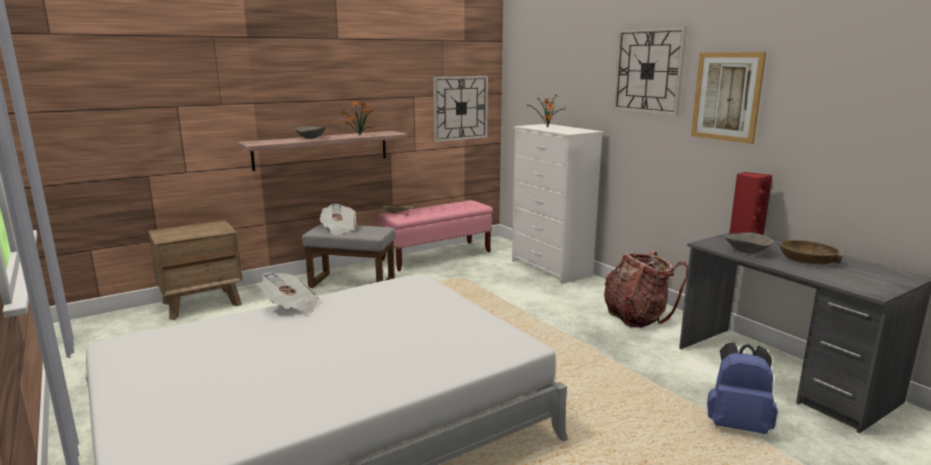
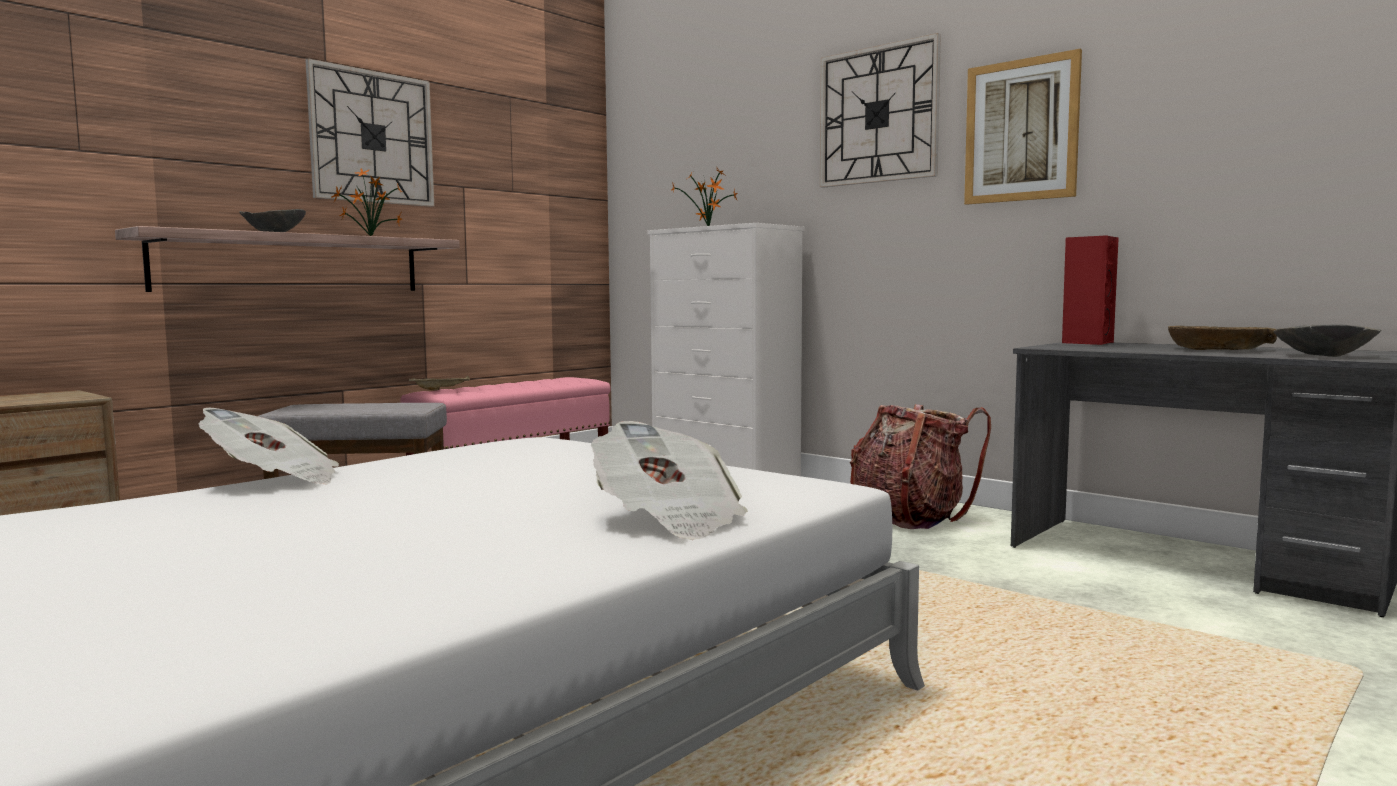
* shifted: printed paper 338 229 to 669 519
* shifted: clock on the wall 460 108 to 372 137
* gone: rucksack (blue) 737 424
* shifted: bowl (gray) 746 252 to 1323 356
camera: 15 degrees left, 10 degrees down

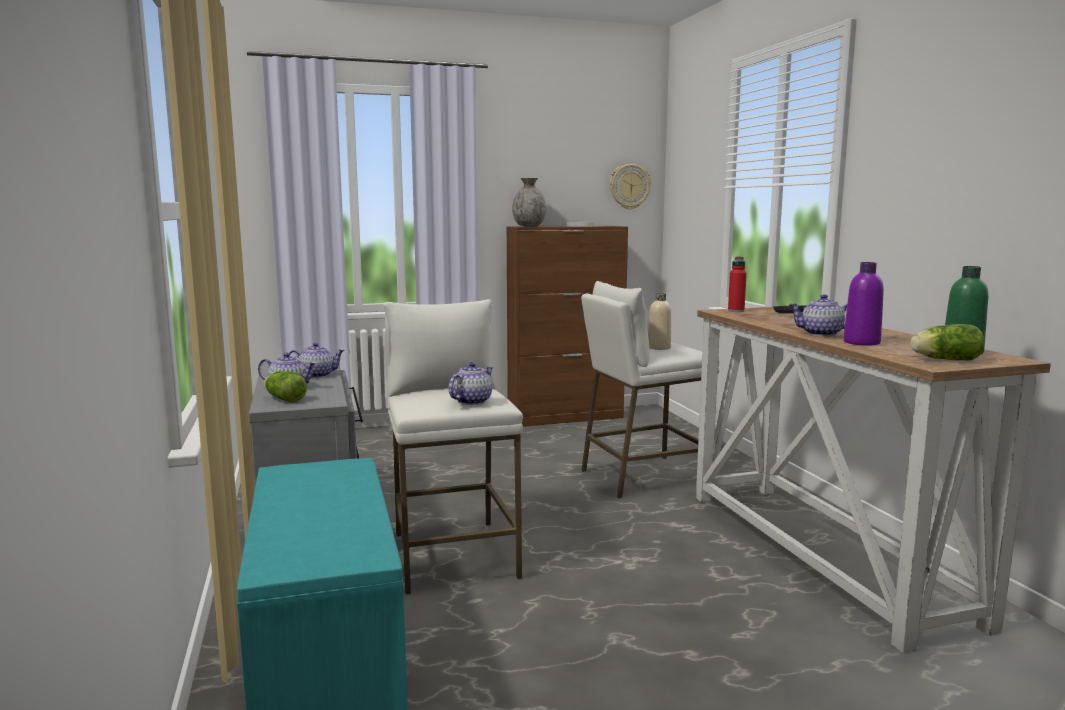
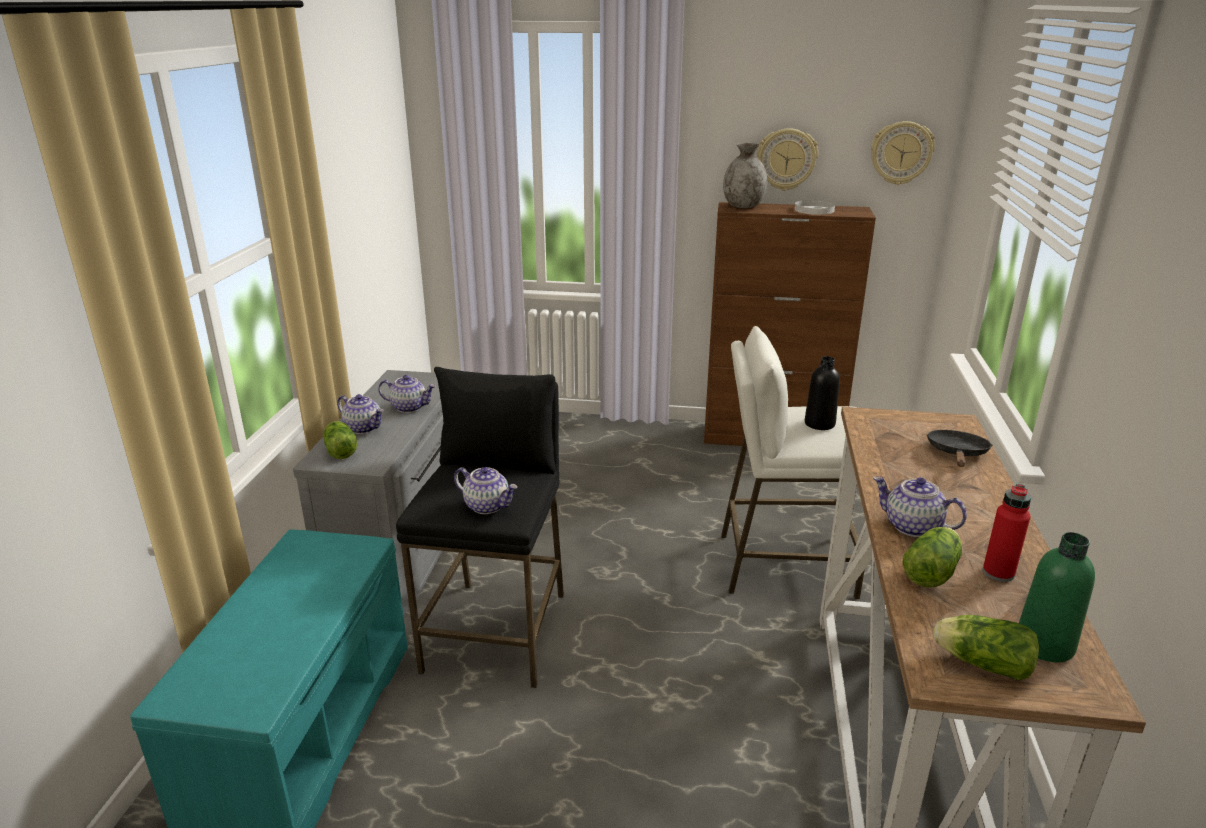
* repainted: stool seat (whitish) 453 555 to stool seat (blackish) 497 631
* rotated: pot for tea 471 401 = 487 506 60 degrees clockwise
* repainted: beverage bottle (beige-coloured) 659 348 to beverage bottle (blackish) 819 424
* shifted: beverage bottle (reddish) 736 311 to 998 573
* swapped: beverage bottle (purplish) 861 342 to lettuce head 932 570
* new: clock on the wall 786 159
camera: 25 degrees right, 15 degrees up

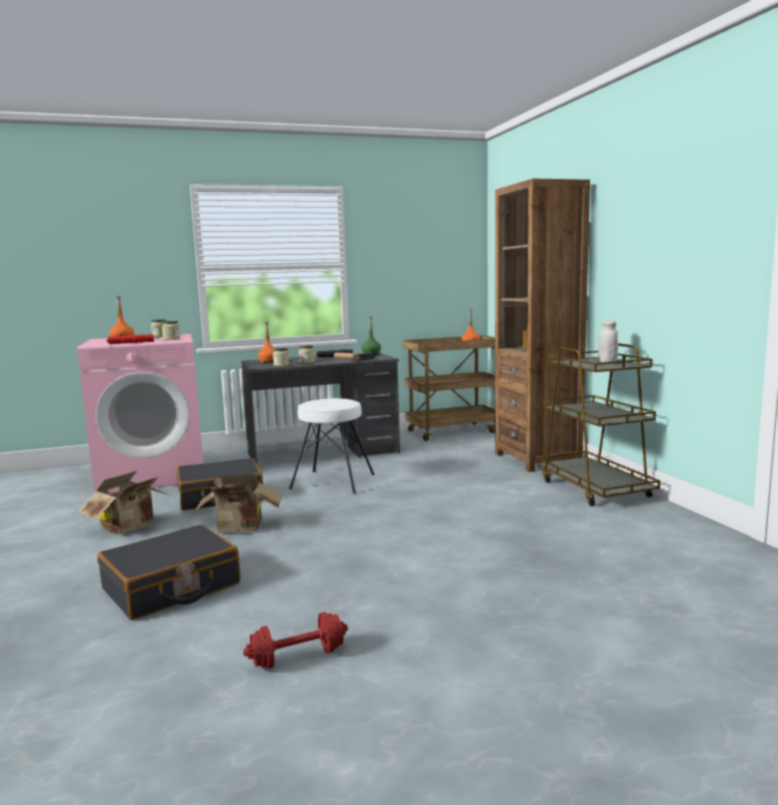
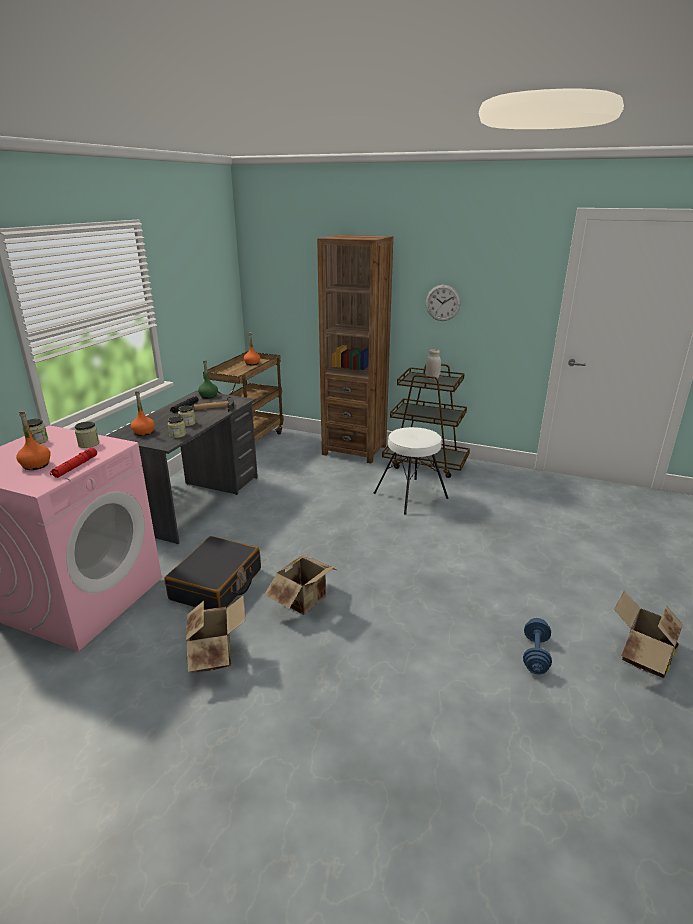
* gone: piece of luggage (blackish) 171 587
* repainted: hand weight (reddish) 298 657 to hand weight (blue) 535 654
* shifted: stool seat (whitish) 332 482 to 411 496
* new: clock on the wall 443 303
* new: cardboard box 641 657
camera: 50 degrees left, 15 degrees up

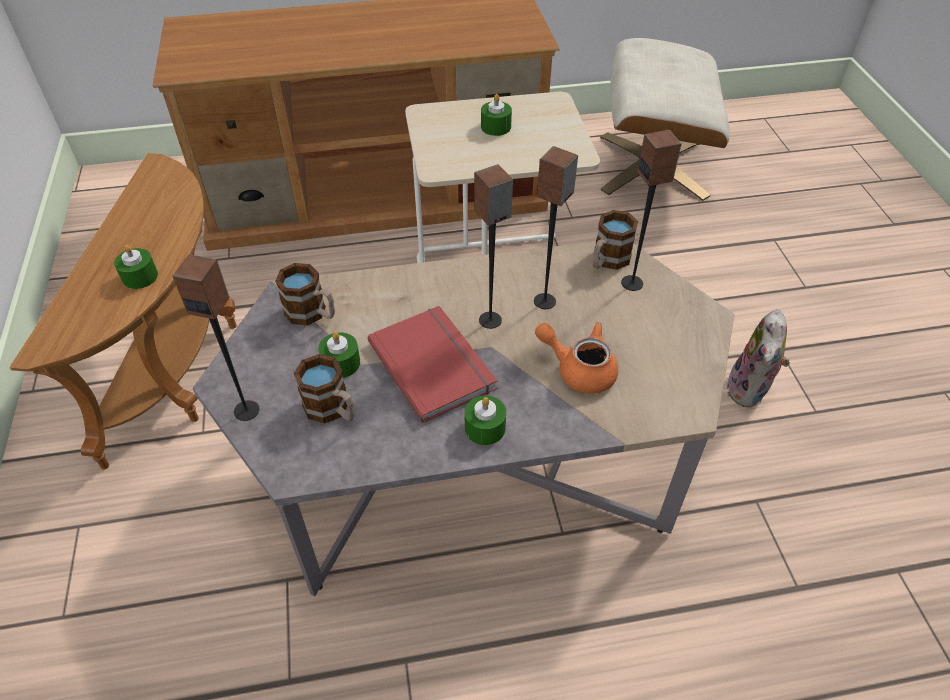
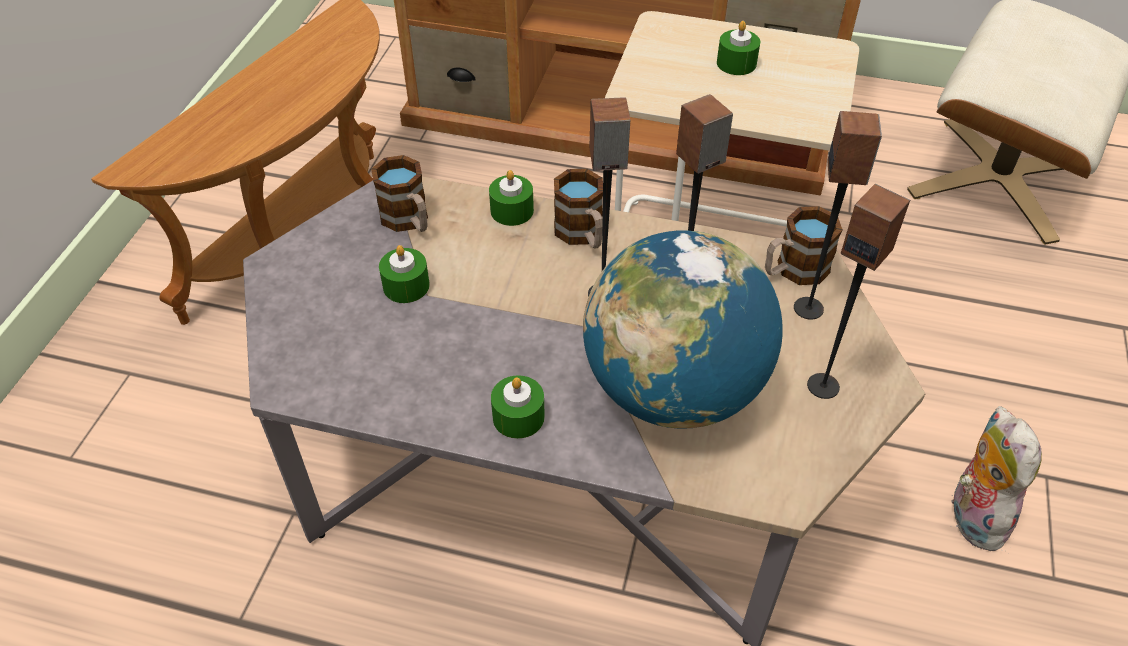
* shifted: wax light (green) 140 276 to 512 211
* shifted: loudspeaker 247 410 to 823 385
* shifted: mug 332 410 to 582 235
* gone: book (reddish) 434 363
* swapped: pot for tea (orange-coloured) 579 369 to desk globe 673 390
* rotated: cuddly toy 750 391 = 971 514 135 degrees clockwise
camera: 25 degrees right, 0 degrees up

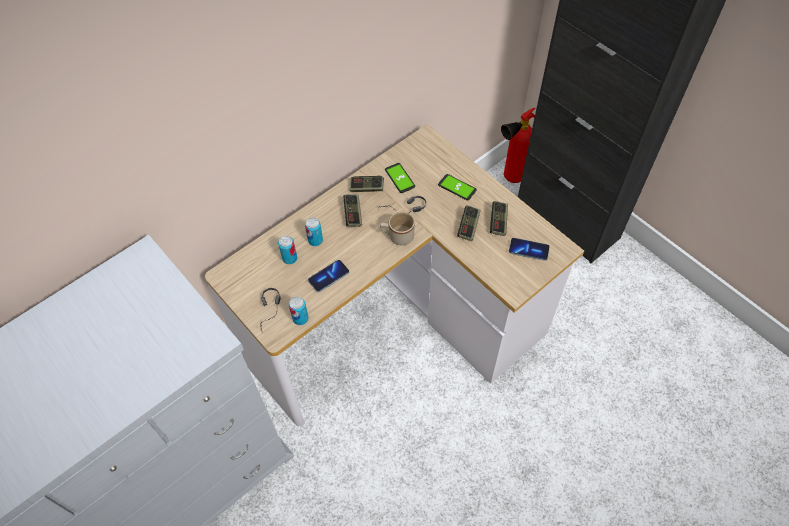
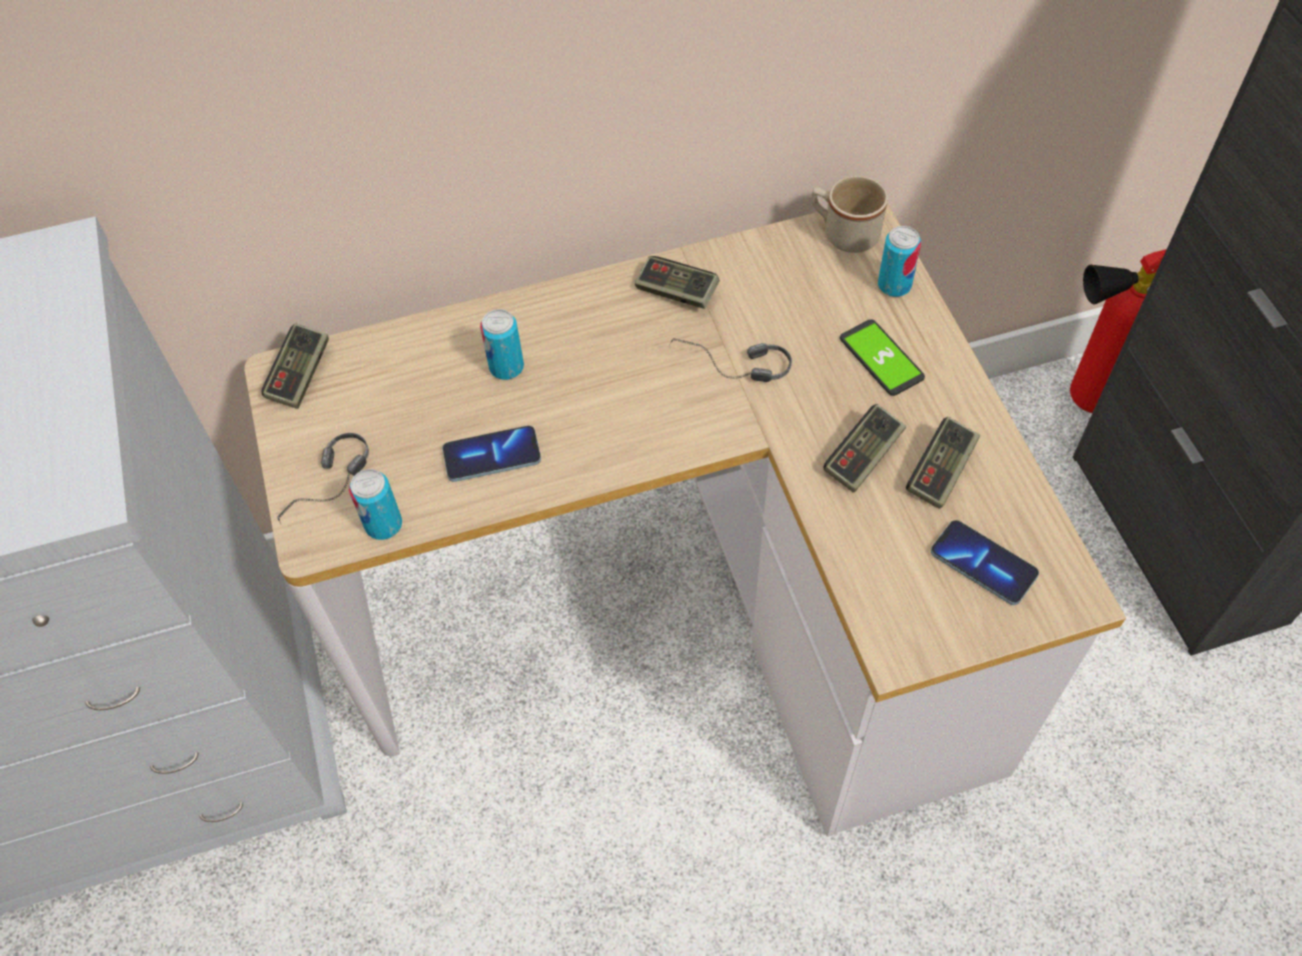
* shifted: can 290 258 to 894 285
* shifted: joypad 353 214 to 300 375
* shifted: mug (beige-coloured) 397 236 to 843 233
* gone: telephone 399 178
camera: 25 degrees right, 0 degrees up

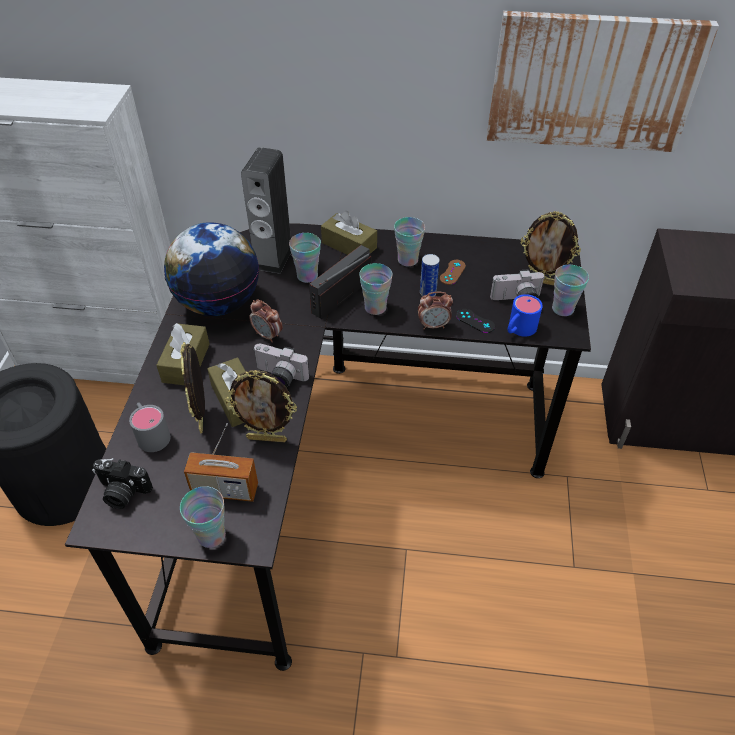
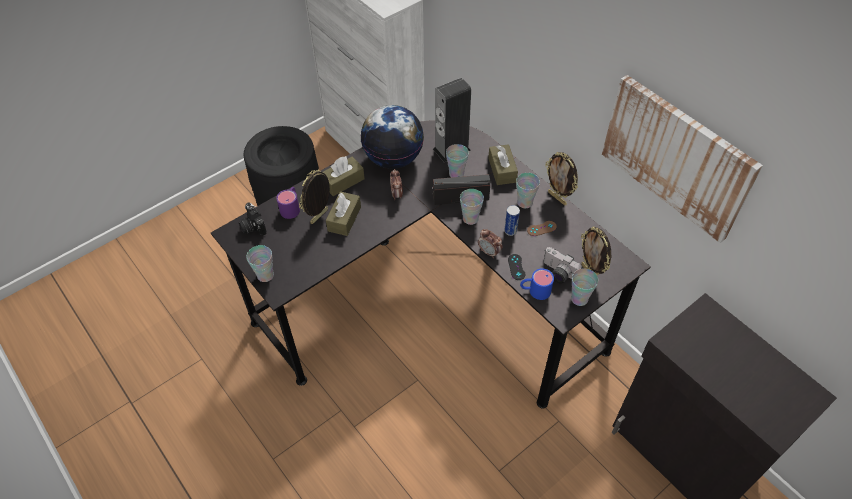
* repainted: mug (gray) 151 433 to mug (purplish) 291 207
* gone: radio 225 490
* shifted: photo frame 267 438 to 557 198
* gone: photo camera 279 377
camera: 45 degrees right, 5 degrees up

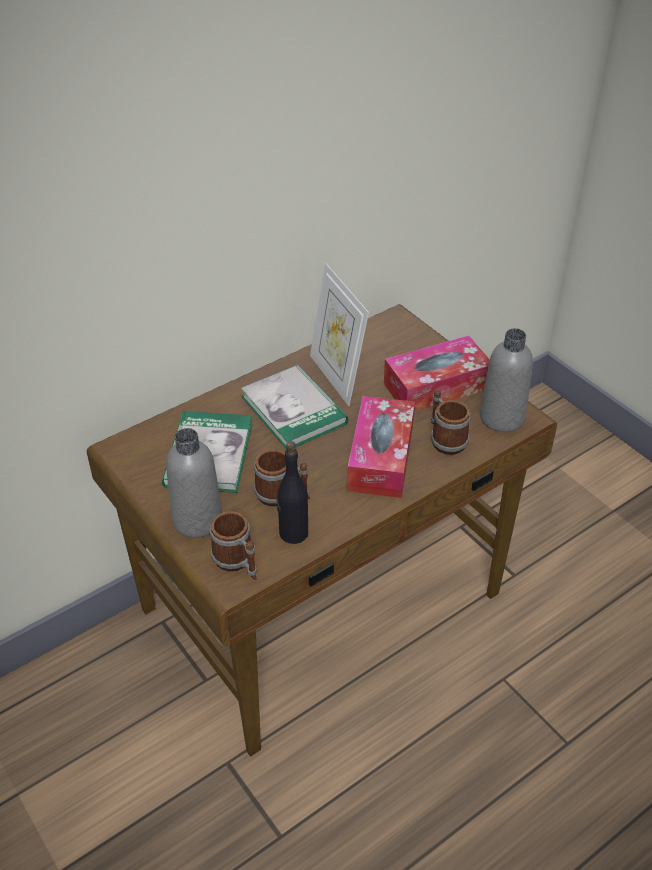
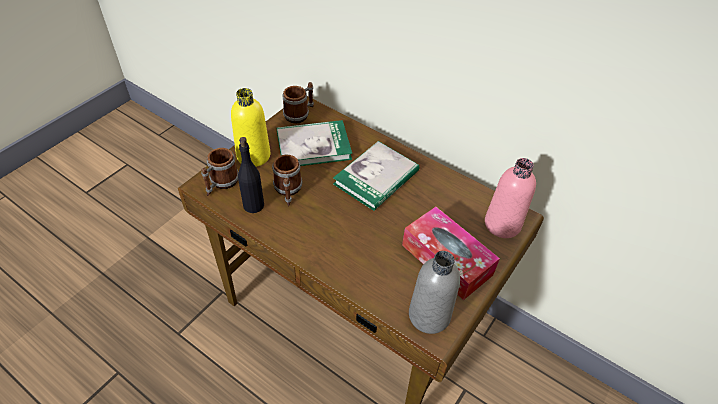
* repainted: beverage bottle (gray) 197 519 to beverage bottle (yellow-coloured) 253 155
* gone: photo frame 337 377
* gone: box of tissues 381 458
* shifted: mug 445 438 to 300 114
* new: beverage bottle (pink) 502 224
camera: 70 degrees right, 5 degrees up

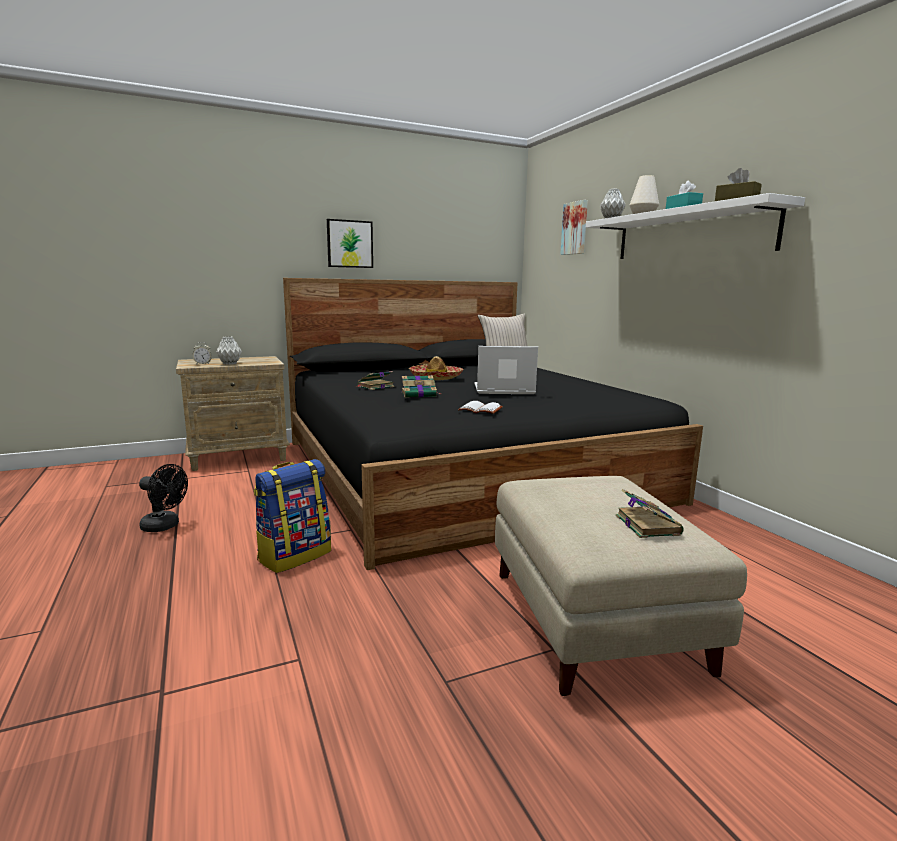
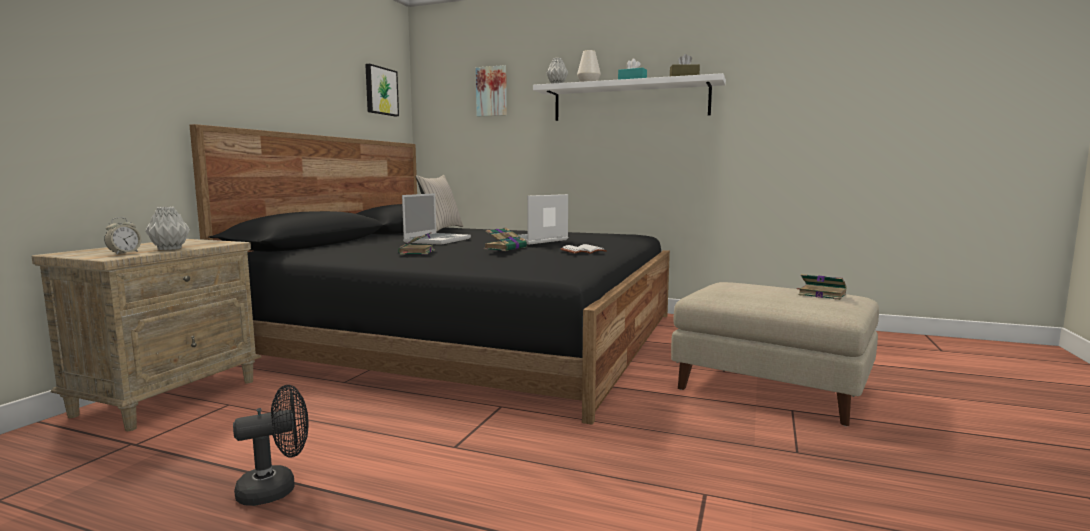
* gone: rucksack 294 555
* shifted: picture 349 244 to 380 91
* swapped: clothing hat 436 377 to portable computer 437 240
camera: 45 degrees left, 5 degrees down

